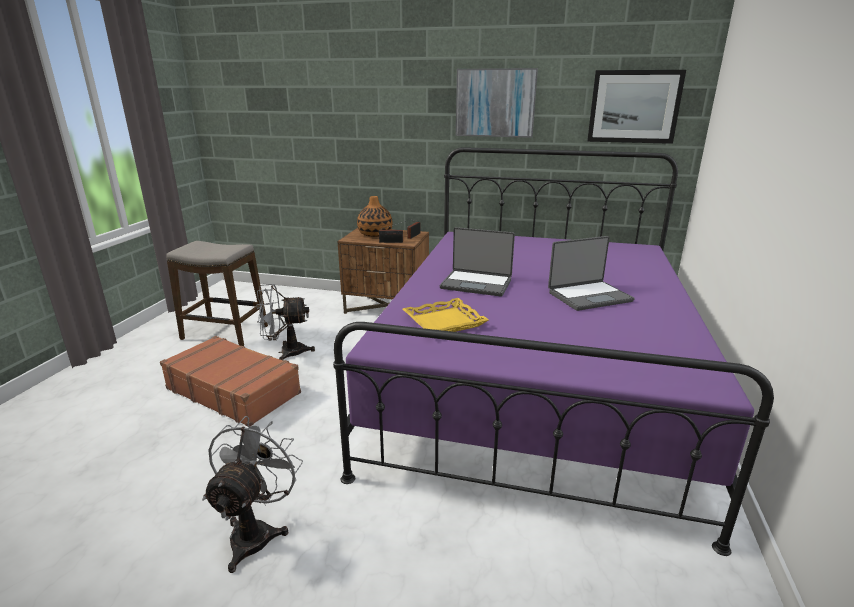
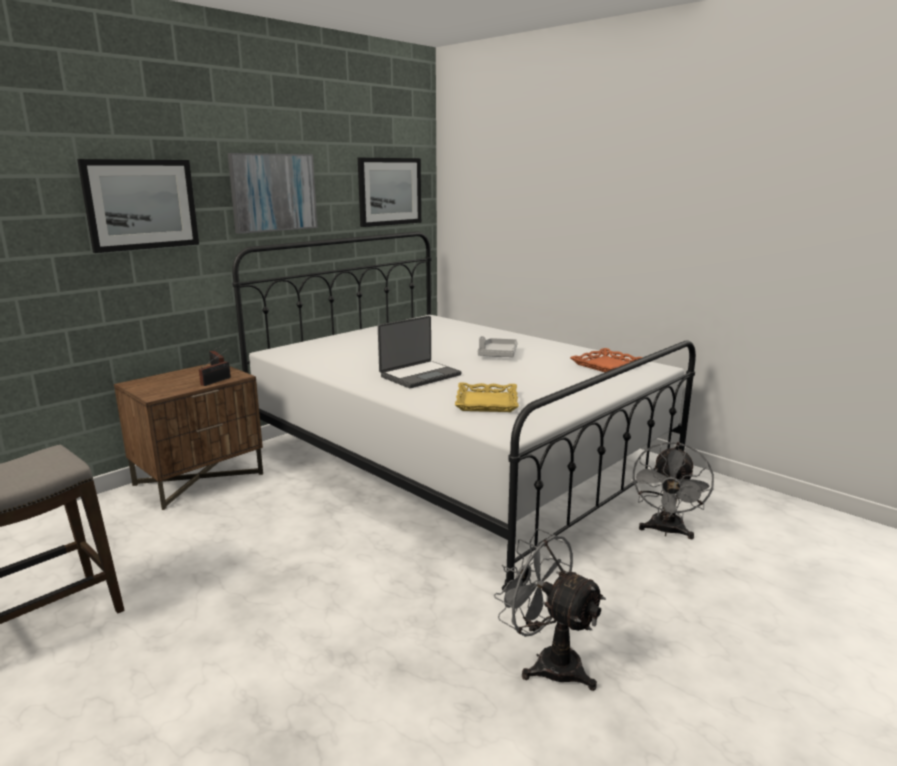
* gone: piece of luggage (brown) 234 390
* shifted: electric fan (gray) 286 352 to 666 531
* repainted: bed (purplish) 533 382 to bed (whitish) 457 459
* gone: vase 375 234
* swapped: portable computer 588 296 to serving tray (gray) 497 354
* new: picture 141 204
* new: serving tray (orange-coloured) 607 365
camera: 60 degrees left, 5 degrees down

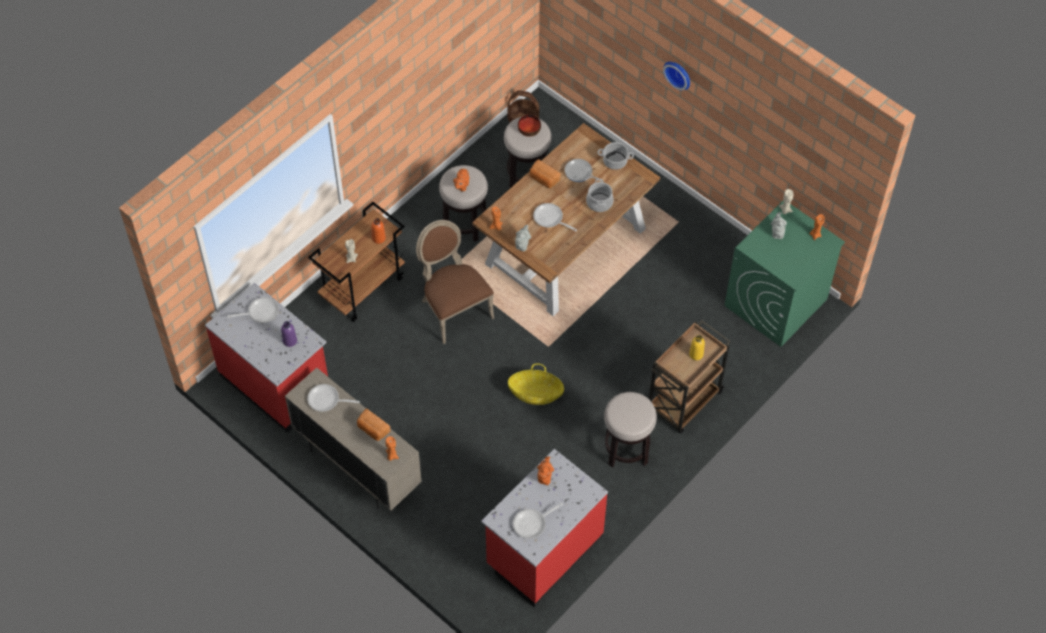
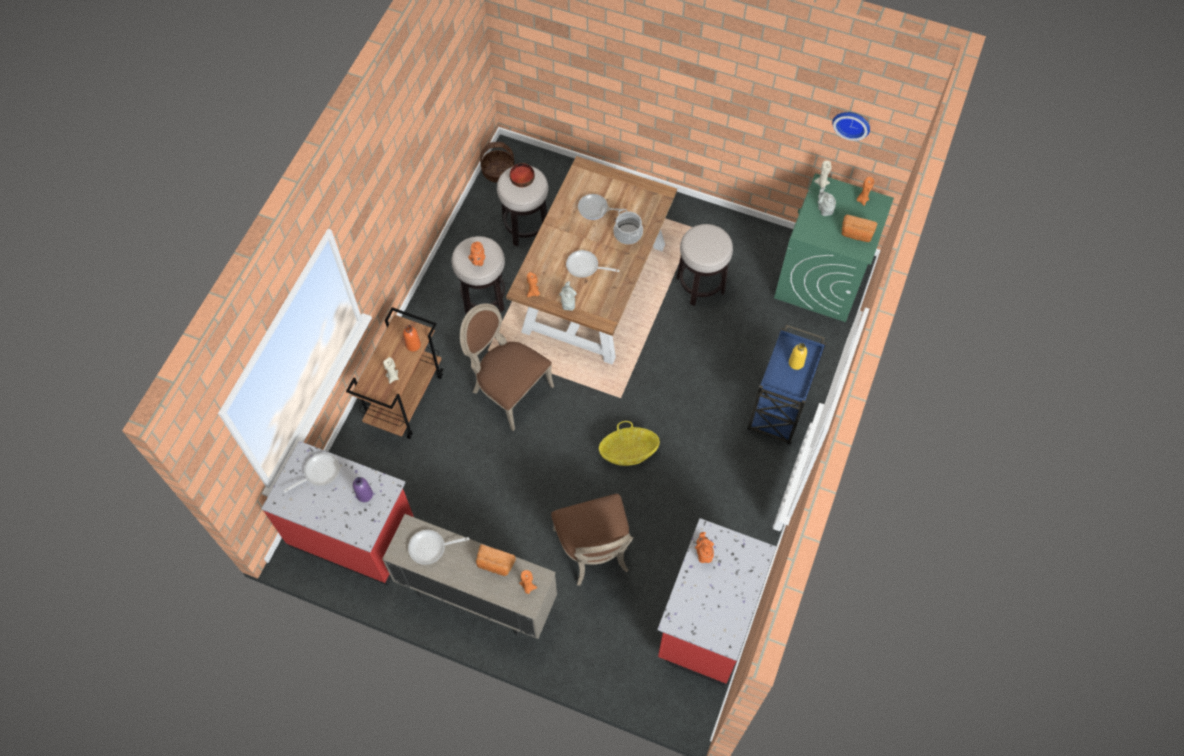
* gone: frying pan 532 524
* shifted: baked bread 543 179 to 856 234
* gone: stockpot 615 161
* shifted: stool seat 626 449 to 700 285
* repainted: wheeled cart (brown) 683 402 to wheeled cart (blue) 778 411
* shifted: clock on the wall 678 73 to 852 123
* new: upright chair (brown) 594 552
camera: 20 degrees left, 5 degrees up

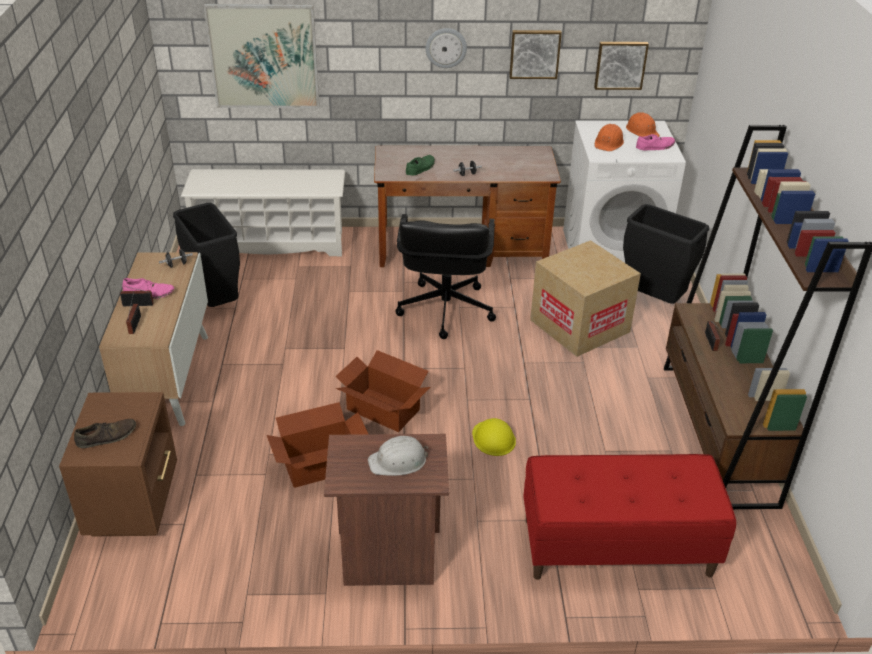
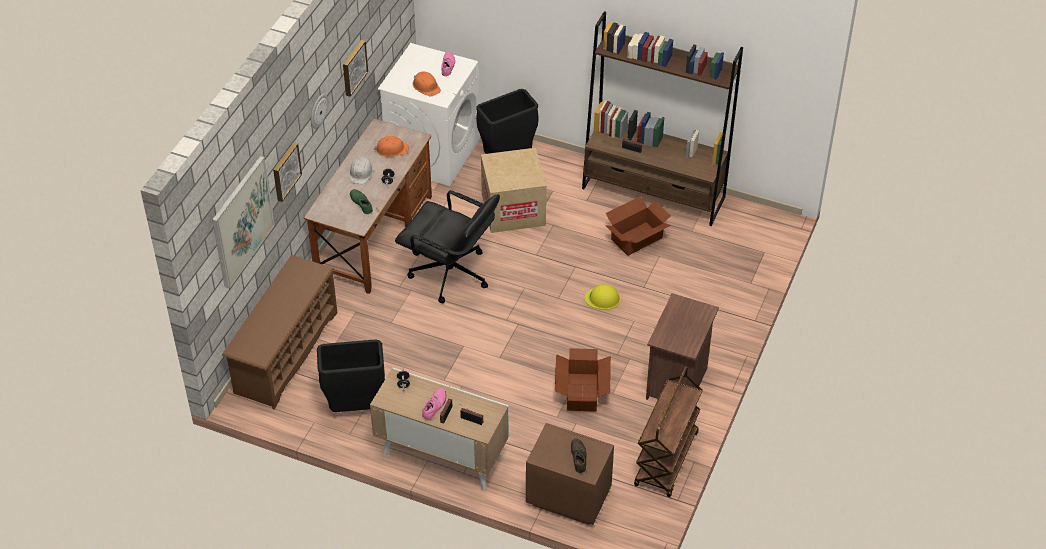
* repainted: shoe shelf (whitish) 271 243 to shoe shelf (brown) 286 352
* shifted: cardboard box 383 409 to 636 238
* shifted: hard hat (whitish) 398 461 to 361 172
* gone: long seat (reddish) 616 547
* shifted: picture 620 64 to 285 171
* shifted: hard hat (orange-coloured) 642 131 to 391 149
* new: wheeled cart (brown) 666 460
camera: 65 degrees left, 10 degrees up

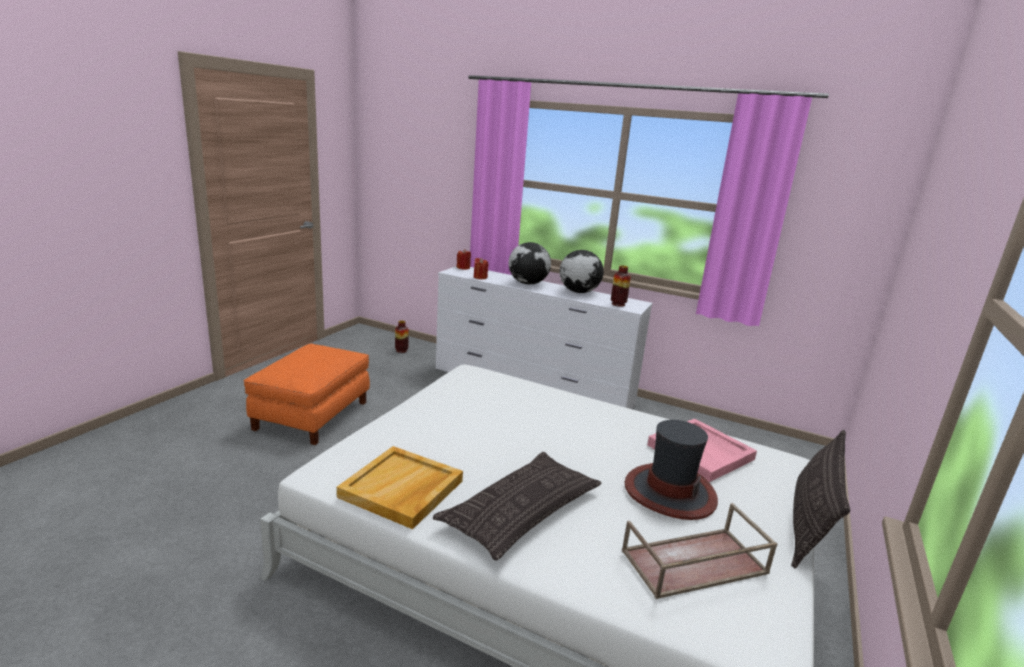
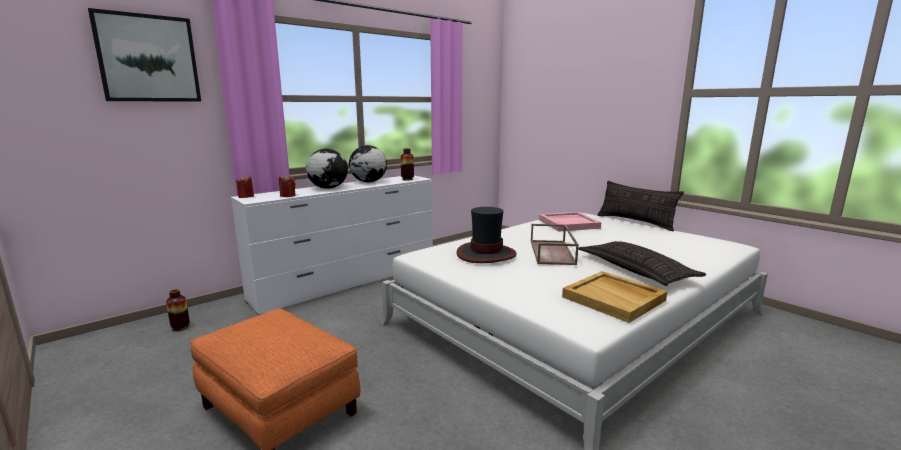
* shifted: serving tray (brown) 694 563 to 553 252
* shifted: clothing hat 669 492 to 486 254
* new: picture 148 59
camera: 65 degrees left, 5 degrees down

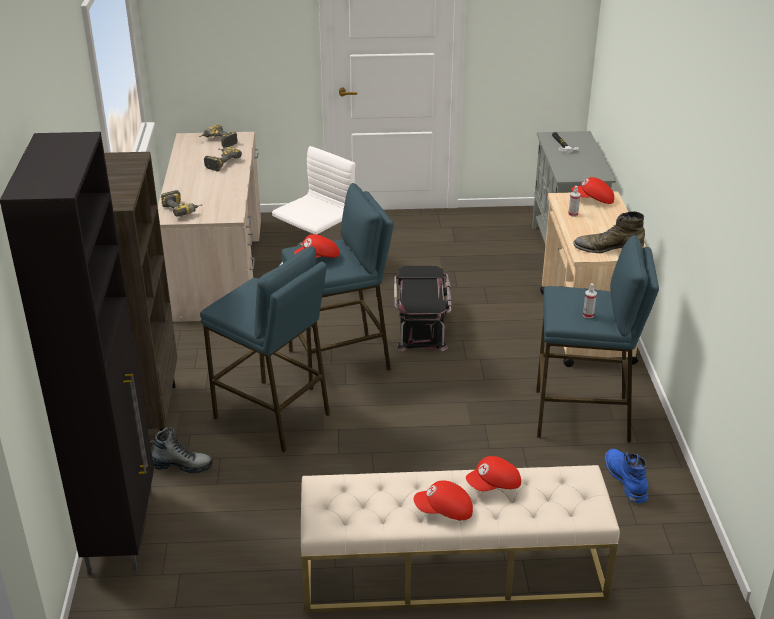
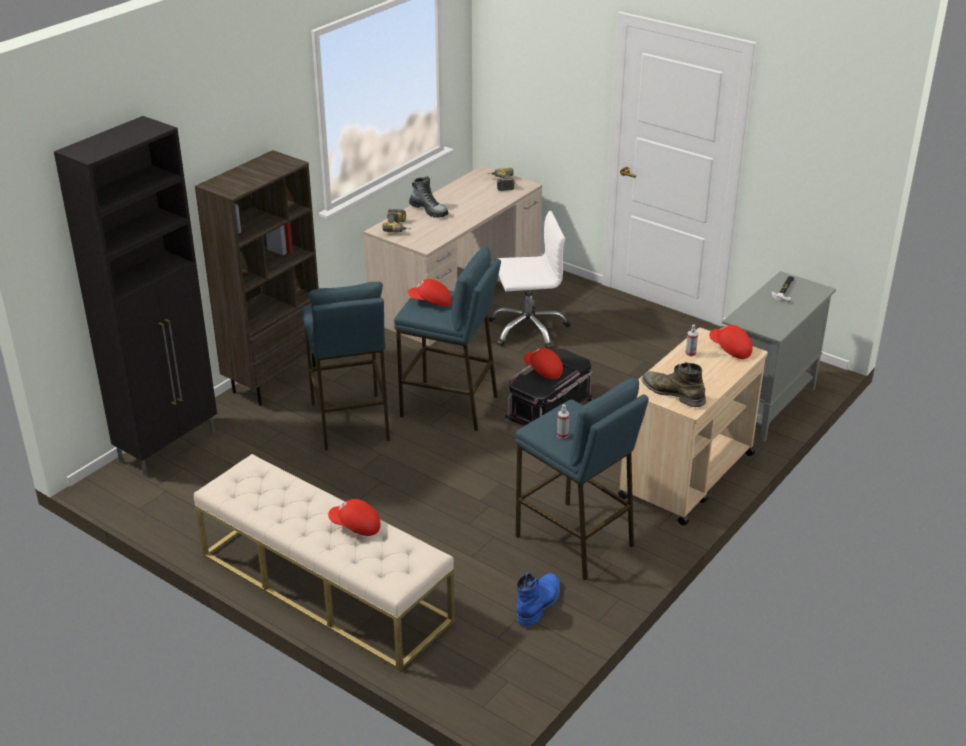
* shifted: tall boot 181 466 to 429 210
* gone: drill 220 162
* shifted: cap (reddish) 444 511 to 543 370
camera: 40 degrees right, 0 degrees up

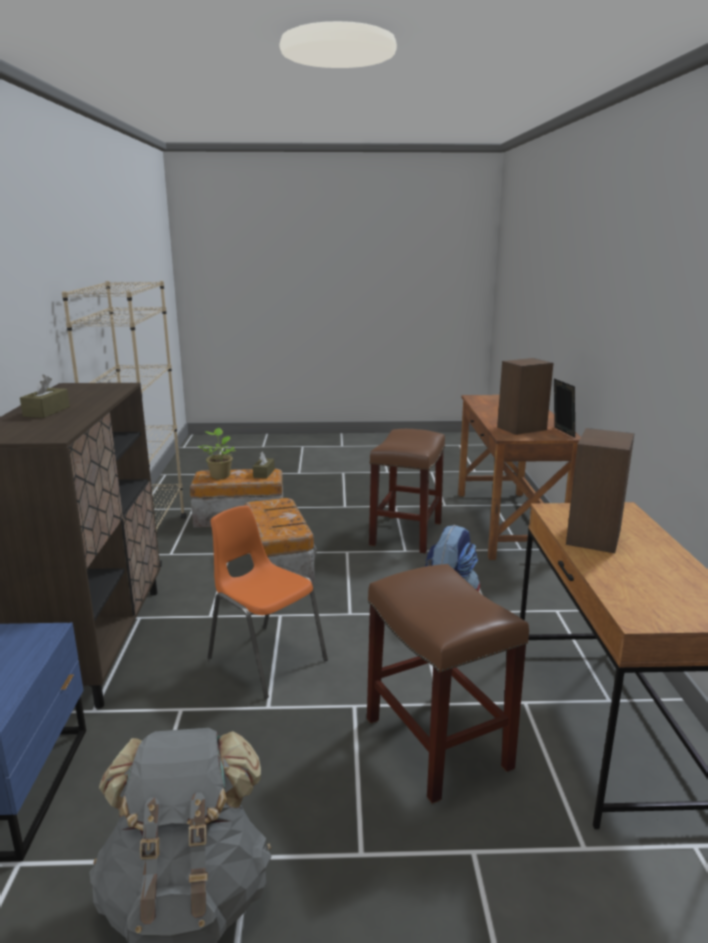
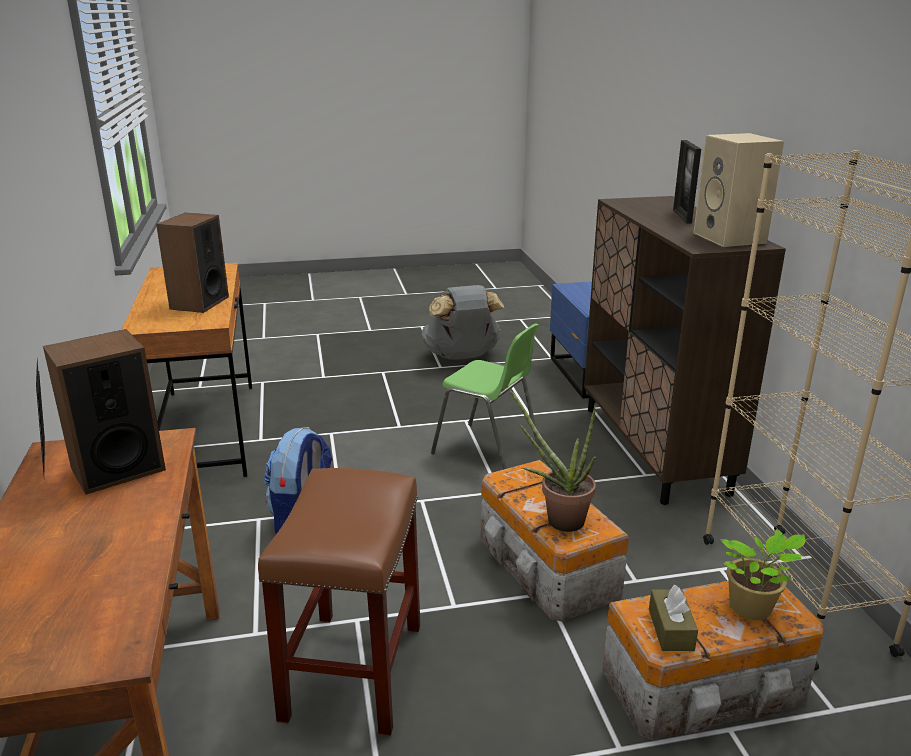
* swapped: box of tissues (brown) 47 411 to photo frame 682 216
* repainted: upright chair (orange-coloured) 266 659 to upright chair (green) 487 450
* gone: stool seat (brown) 435 742
* new: houseplant 557 519
* new: loudspeaker (beige-coloured) 731 238
camera: 170 degrees right, 5 degrees up

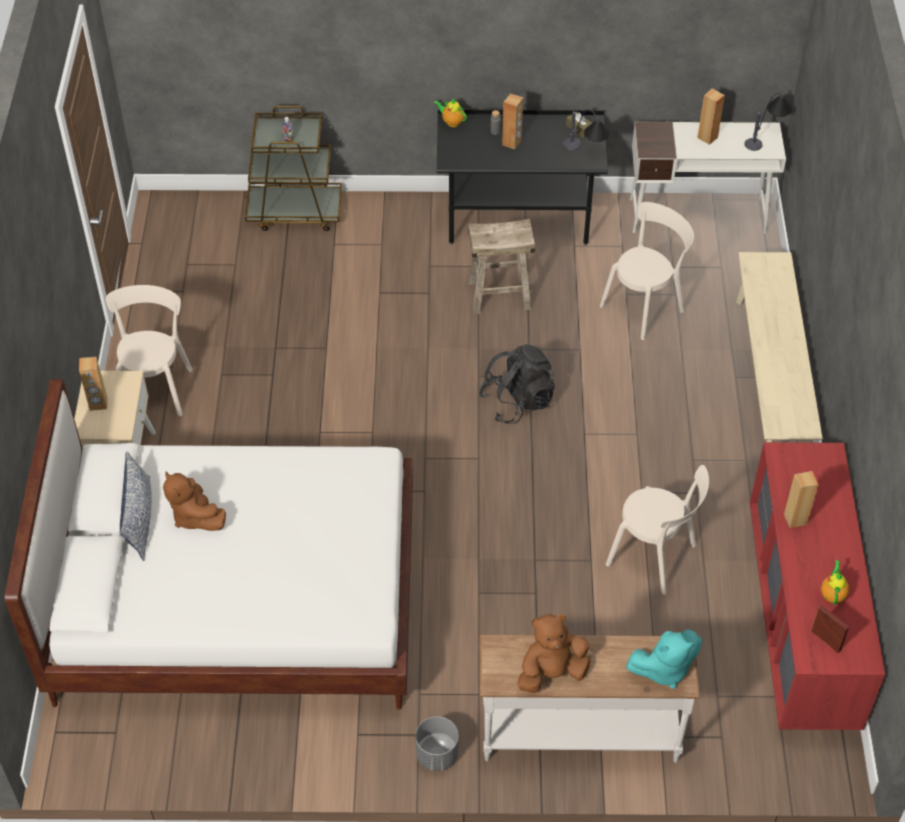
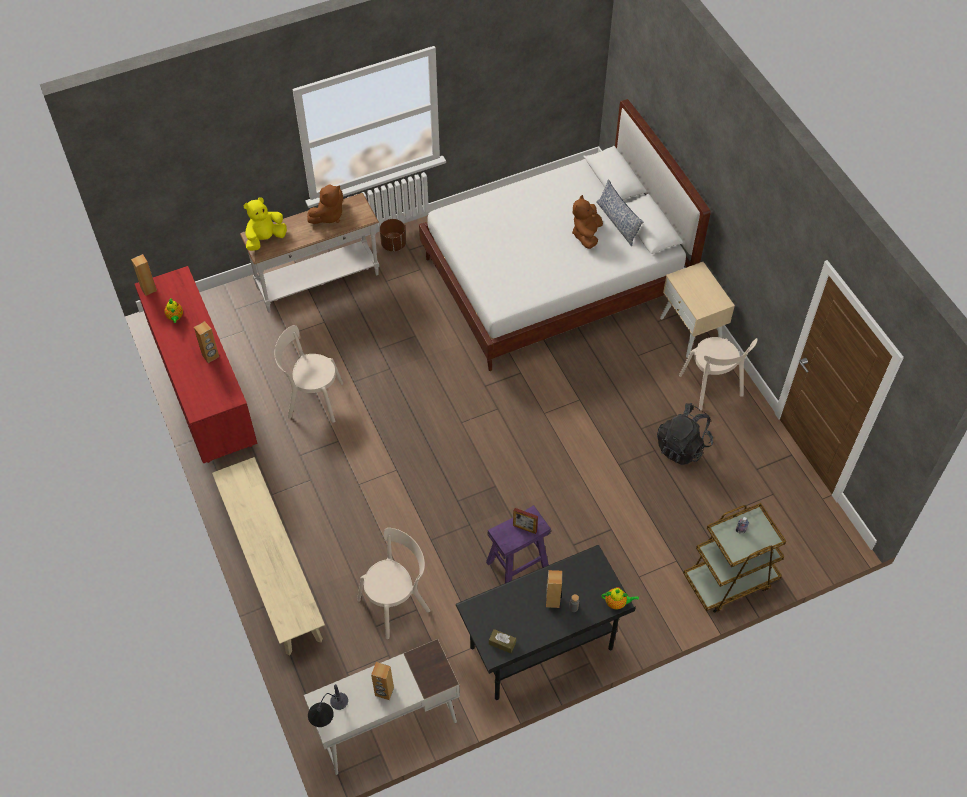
* shifted: loudspeaker (brown) 98 404 to 148 289
* rotated: cuddly toy (brown) 195 516 = 586 235 105 degrees counterclockwise
* repainted: planter (gray) 436 754 to planter (brown) 394 244
* repainted: stool seat (beige-coloured) 499 296 to stool seat (purplish) 517 565
* shifted: rucksack (blackish) 517 401 to 682 446
* gone: lamp for a table 586 152
* rotated: upright chair (beige-coloured) 644 306 = 396 603 150 degrees counterclockwise
* repainted: cuddly toy (turquoise-coloured) 663 669 to cuddly toy (yellow-coloured) 265 239
* shifted: photo frame 825 640 to 524 528
camera: 155 degrees right, 5 degrees up

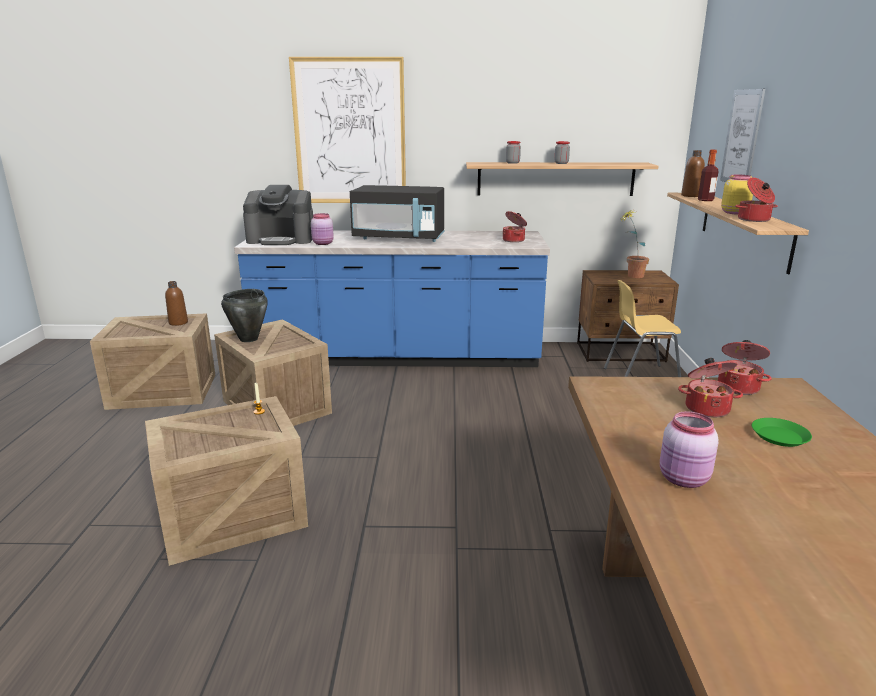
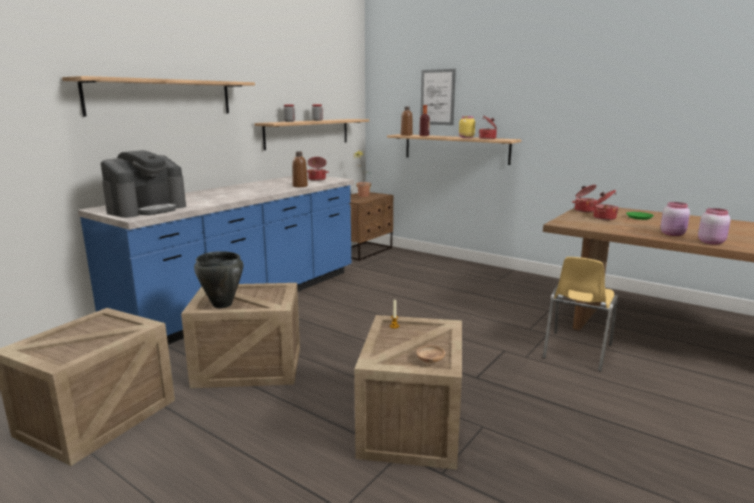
* shifted: beverage bottle (brown) 178 323 to 300 186
* swapped: picture 350 132 to bracket shelf 162 97
* shifted: jar (pink) 323 243 to 711 242
* gone: microwave (blackish) 399 238
* shifted: upright chair (yellow-coloured) 640 377 to 576 351
* new: bowl (brown) 430 361
camera: 55 degrees left, 5 degrees down

